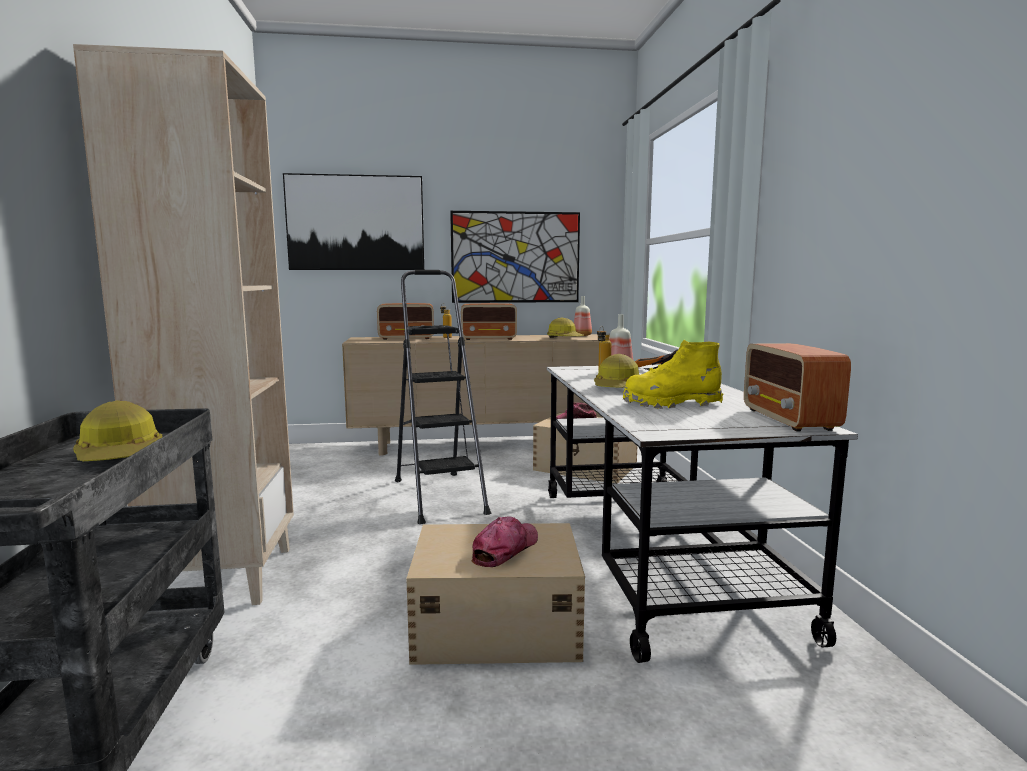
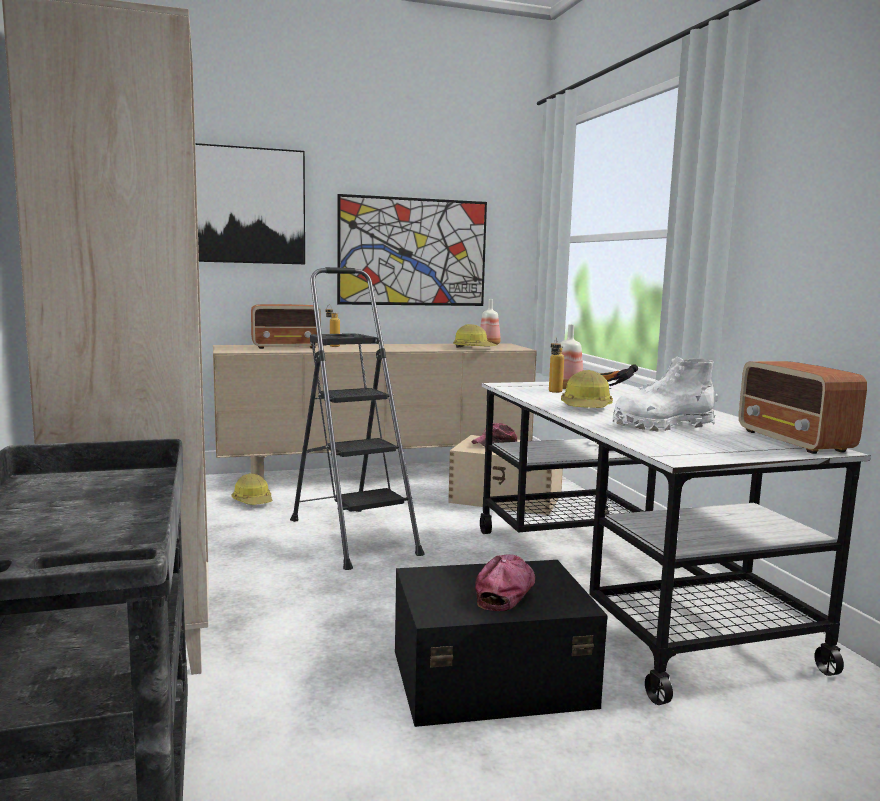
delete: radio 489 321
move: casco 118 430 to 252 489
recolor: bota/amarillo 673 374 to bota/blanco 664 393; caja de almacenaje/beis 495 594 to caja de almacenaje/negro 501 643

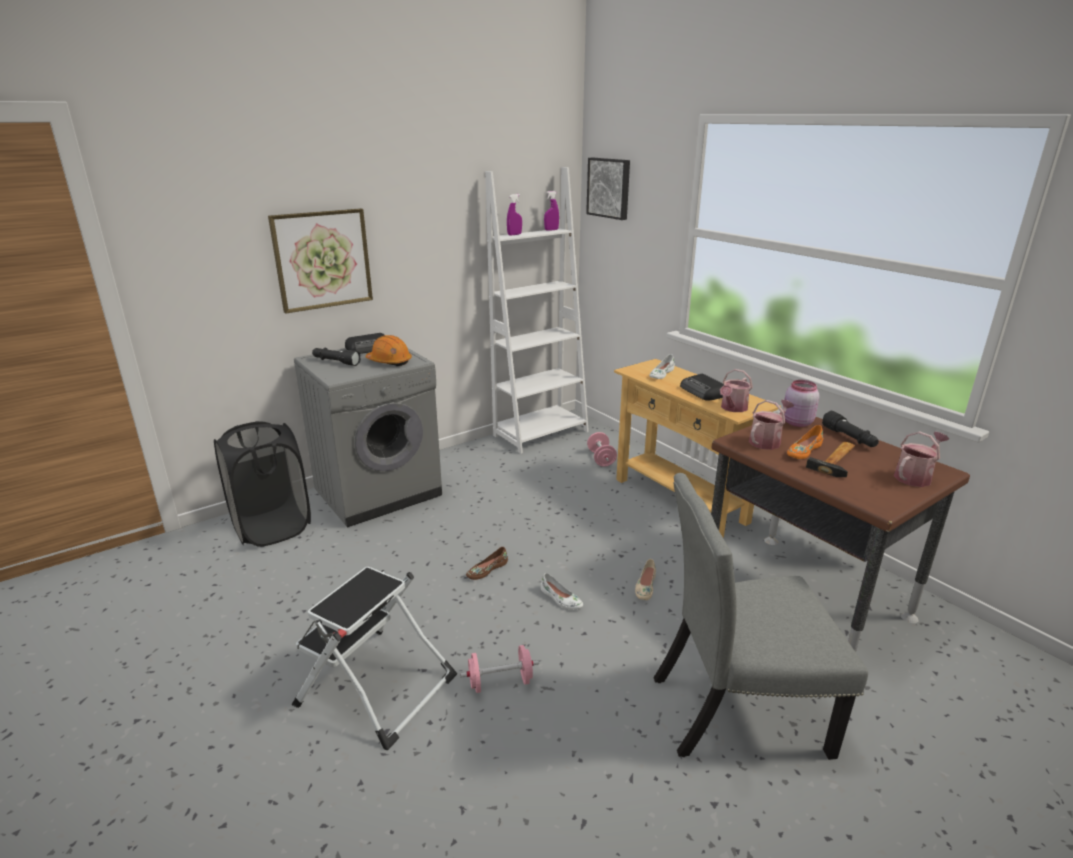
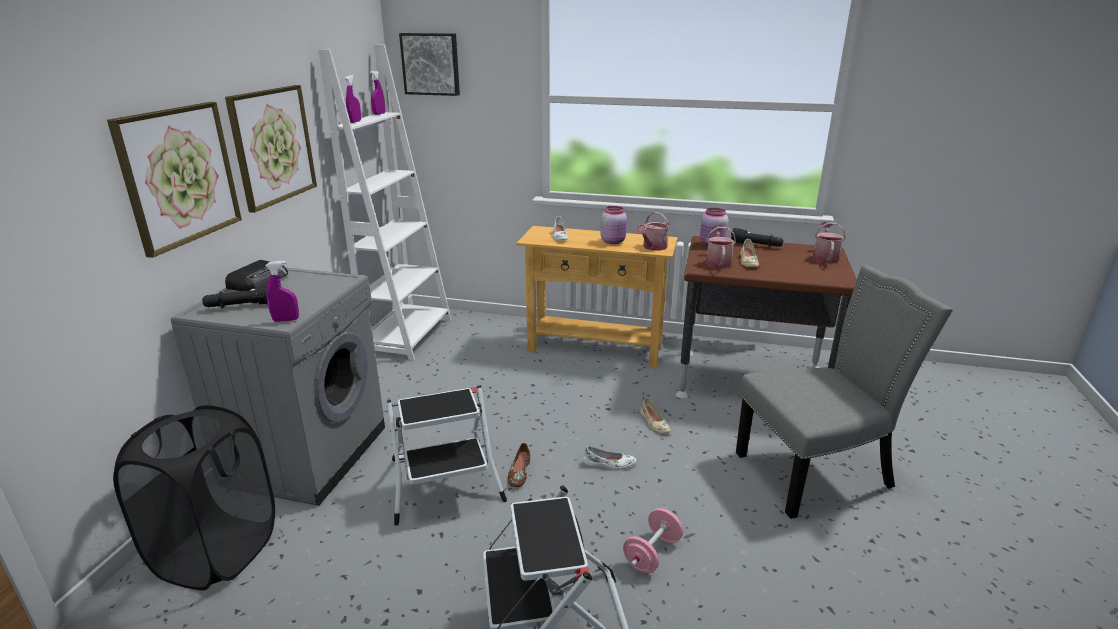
delete: casco/naranja 389 350; mancuerna/rosa 602 449; martillo 830 459
insert: cuadro 271 149; pulverizador/morado 282 291; escalera de tijera 447 455
replace: radio 702 387 to tarro/rosa 614 225
recolor: zapato/naranja 805 442 to zapato/beis 749 253
rotate: regadera 736 390 = 653 231 45 degrees clockwise; silla/gris 761 616 = 844 392 150 degrees counterclockwise

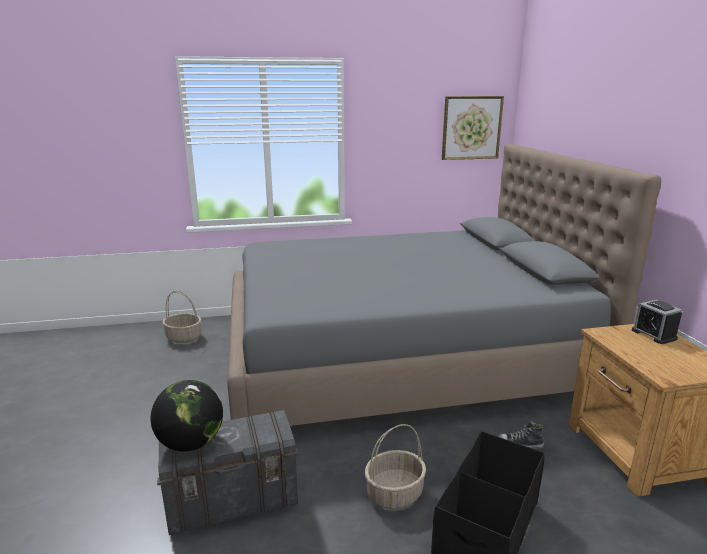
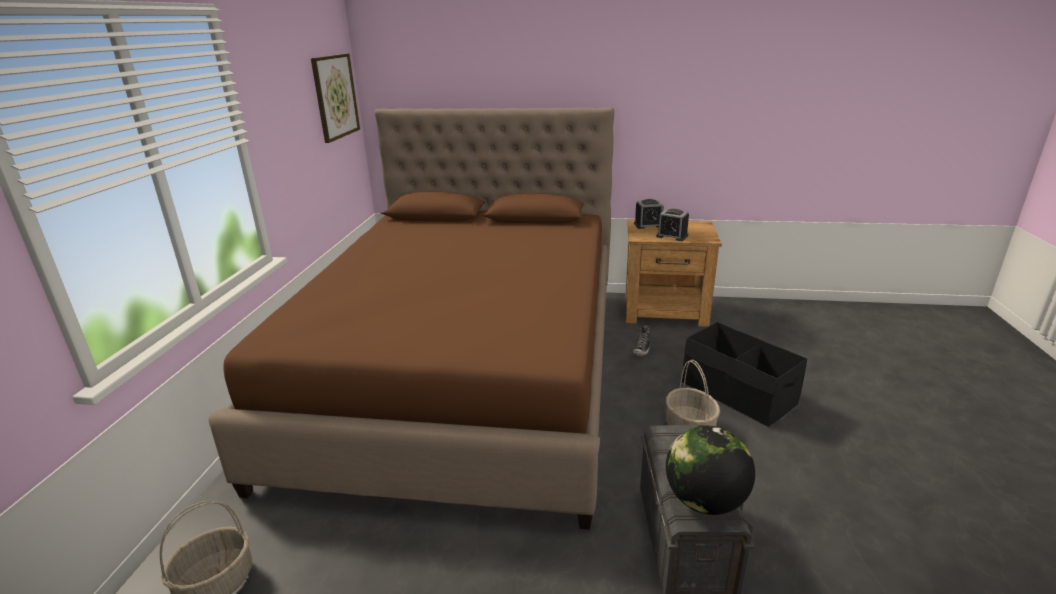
insert: despertador 672 225
recolor: cama/gris 444 284 to cama/marrón 411 318

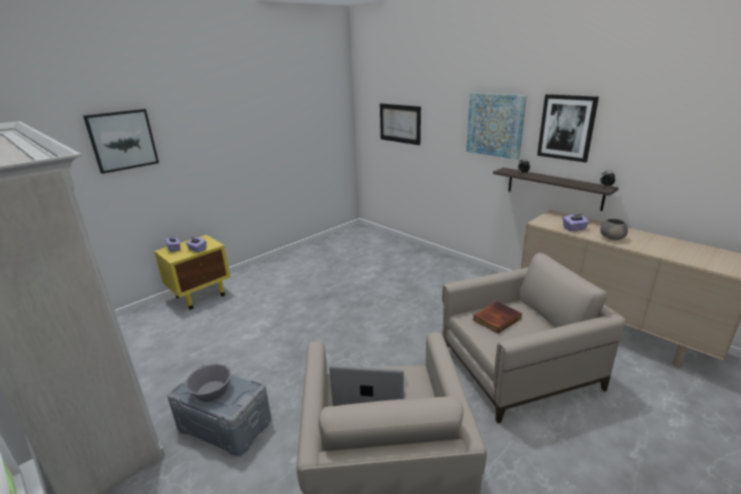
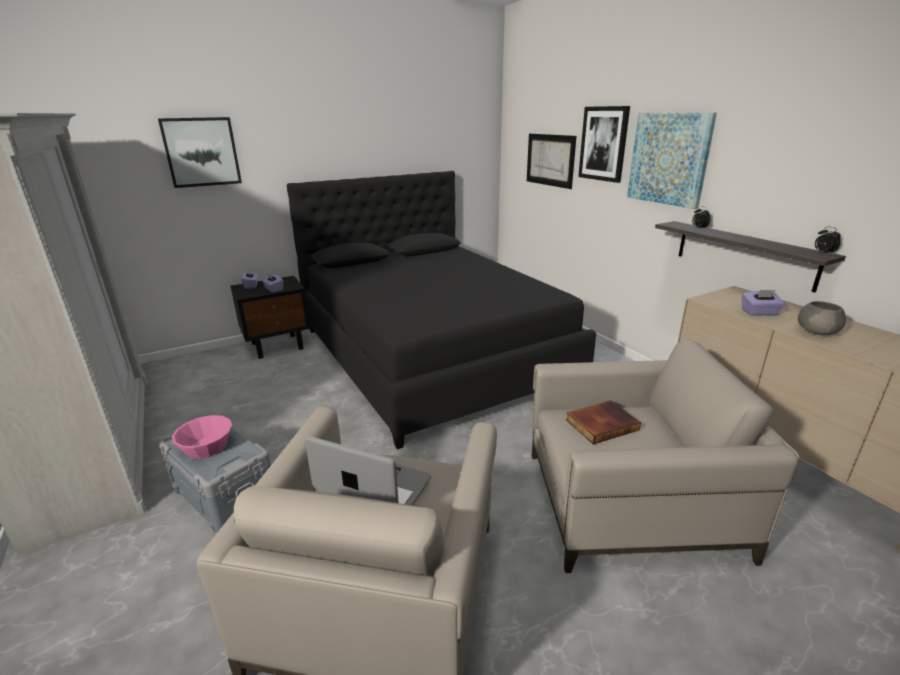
insert: cama/negro 441 310
move: cuadro 568 128 to 604 144
recolor: mesita de noche/amarillo 192 272 to mesita de noche/negro 270 317; cuenco/gris 208 383 to cuenco/rosa 202 437

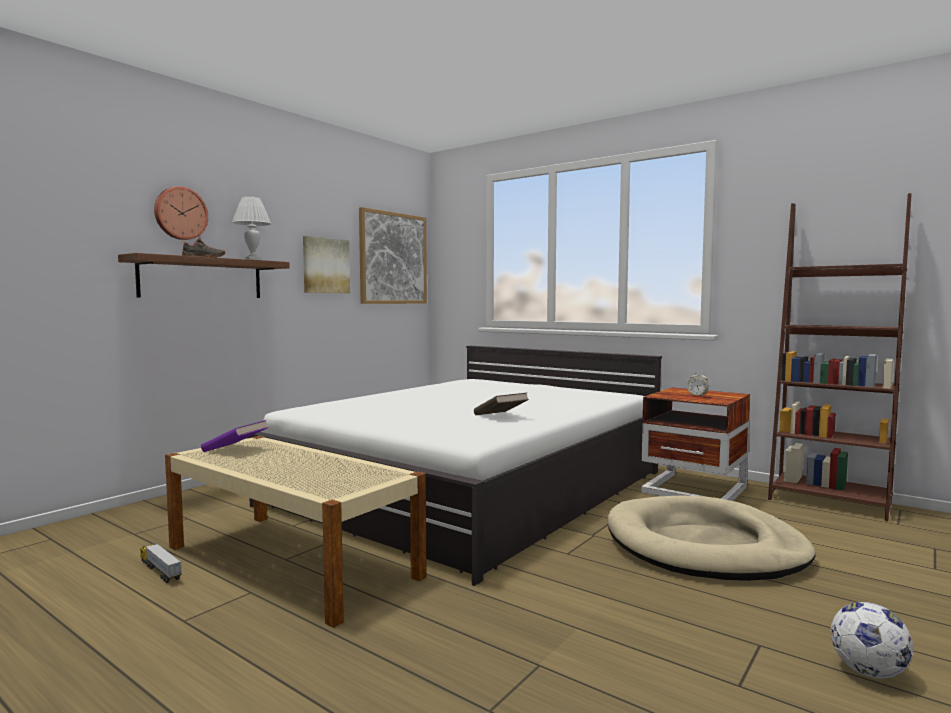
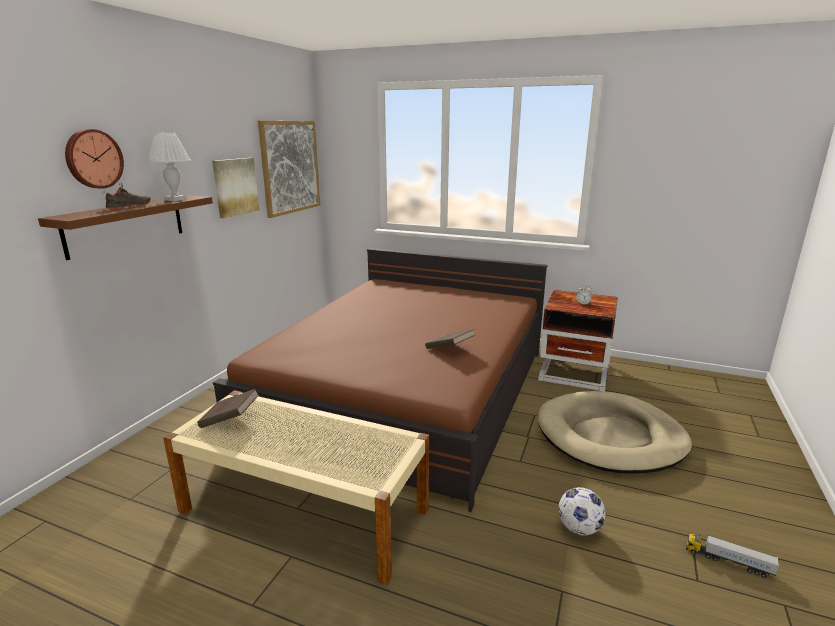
delete: estantería/marrón 840 357
move: camión de juguete 161 563 to 732 556; balón de fútbol 872 640 to 582 511
recolor: cama/blanco 454 466 to cama/marrón 380 380; libro/morado 235 436 to libro/marrón 228 408

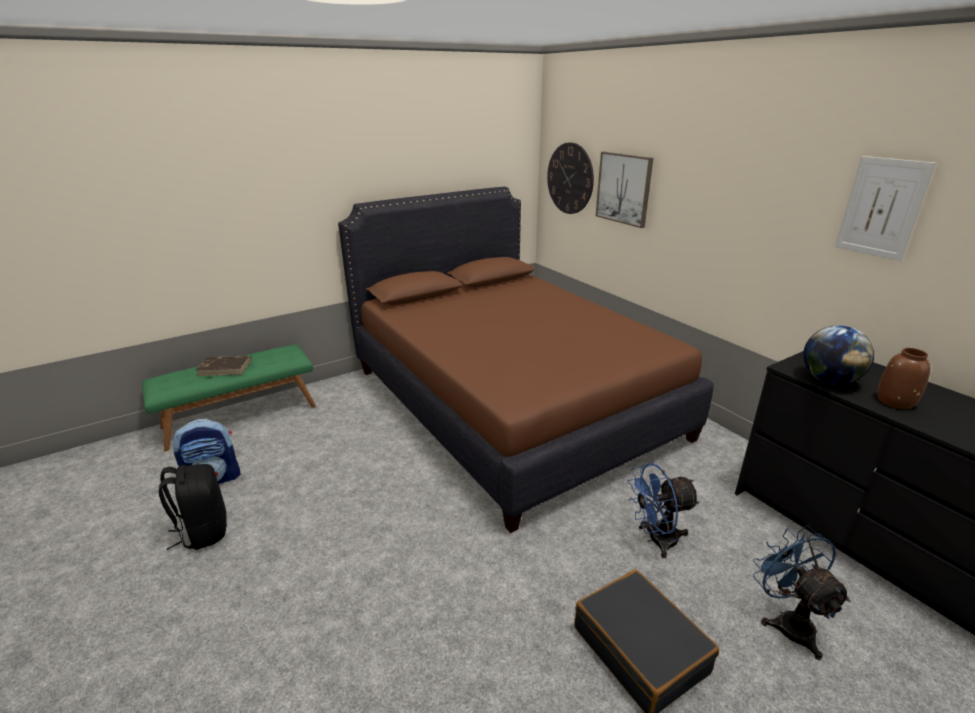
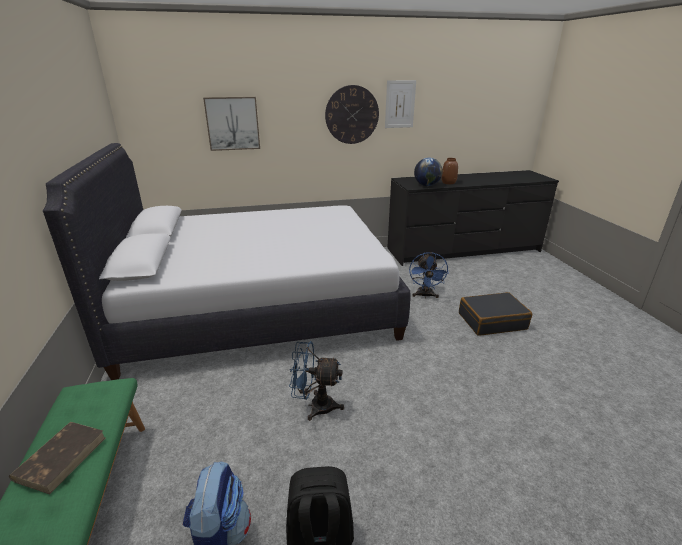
move: reloj de pared 570 178 to 352 114; ventilador/azul 802 592 to 316 381
recolor: cama/marrón 526 360 to cama/blanco 227 261

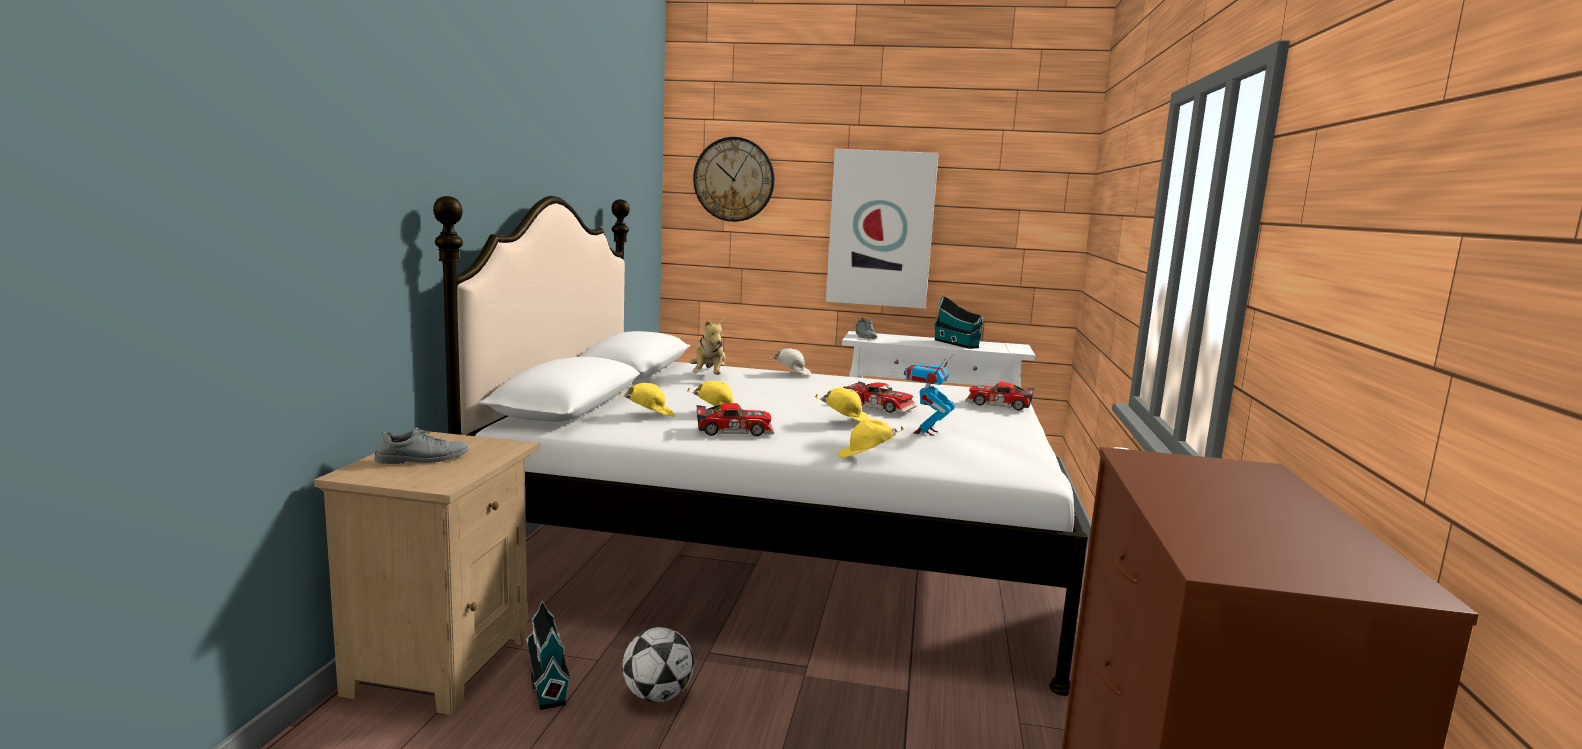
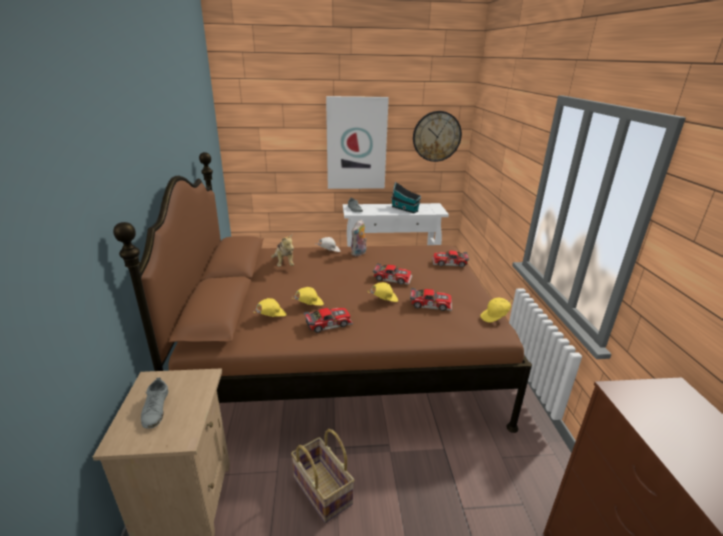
delete: casita 548 655
insert: peluche 359 238
move: reloj de pared 734 179 to 437 136; gorra/amarillo 871 438 to 496 310
replace: robot de juguete 929 395 to coche de juguete 431 299; balón de fútbol 658 664 to cesta 322 476
recolor: cama/blanco 760 446 to cama/marrón 322 292
rotate: zapato/gris 421 445 = 154 403 120 degrees clockwise

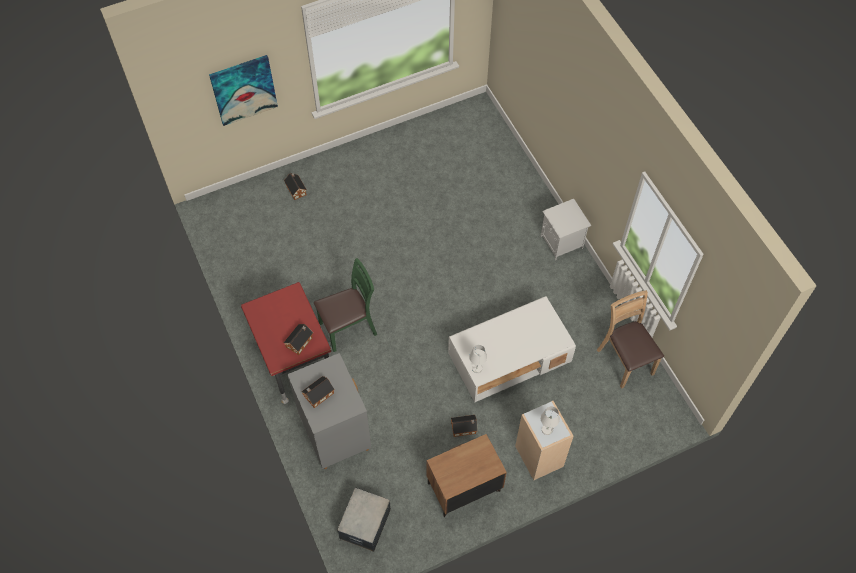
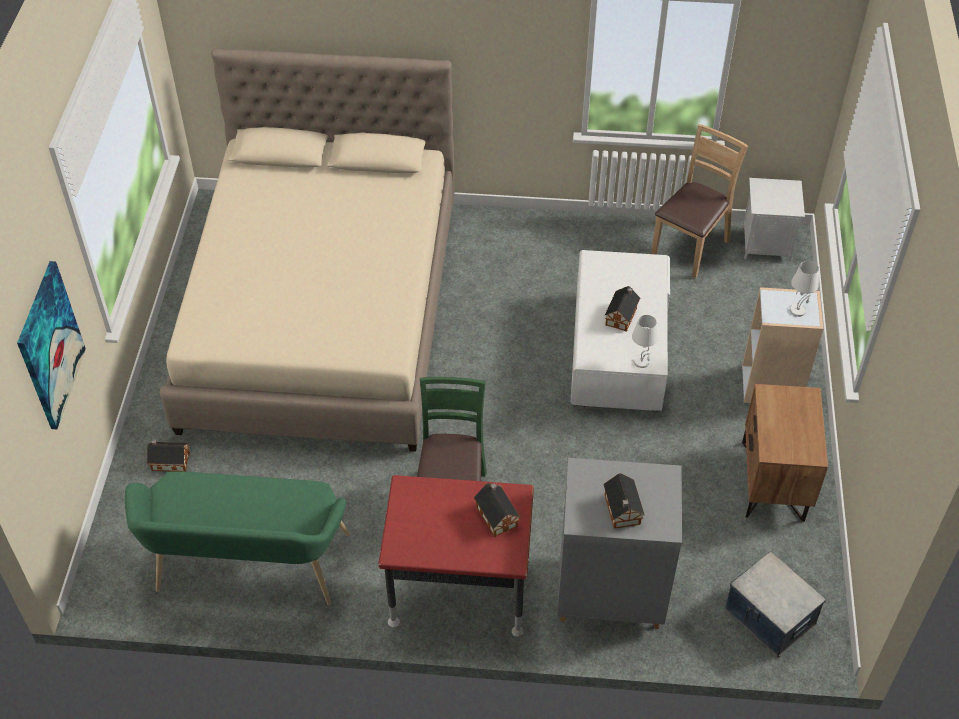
insert: cama/beis 307 250; banco/verde 237 538
move: mesita de noche/gris 566 229 to 774 220; casita 464 426 to 622 309
rotate: silla/marrón 630 339 = 699 201 120 degrees clockwise

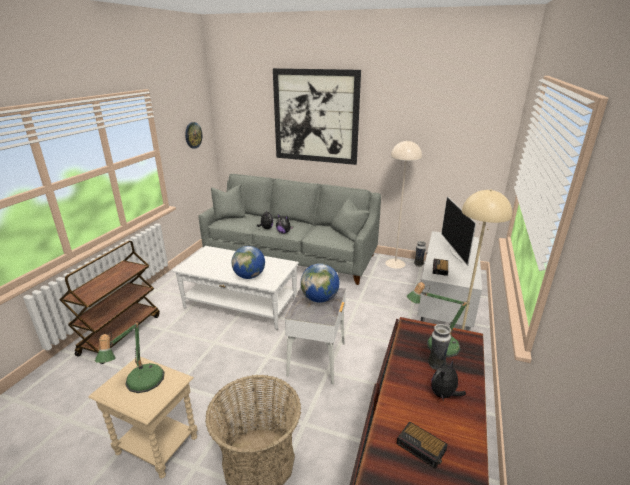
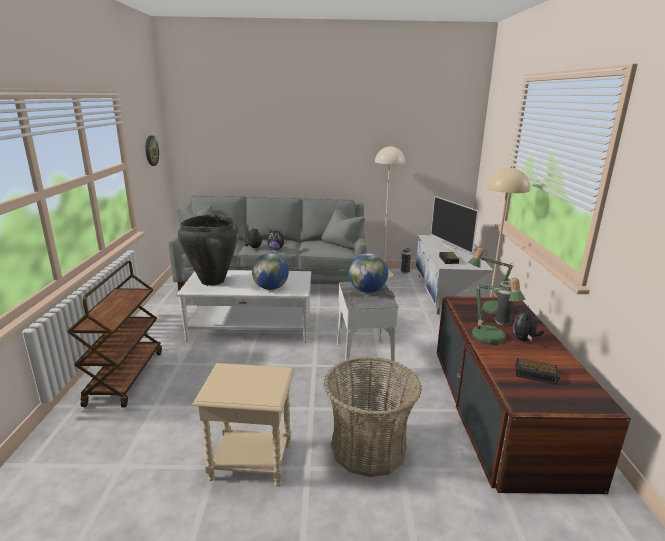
delete: cuadro 317 116
insert: florero/negro 208 250
move: lámpara de mesa 130 357 to 498 311

